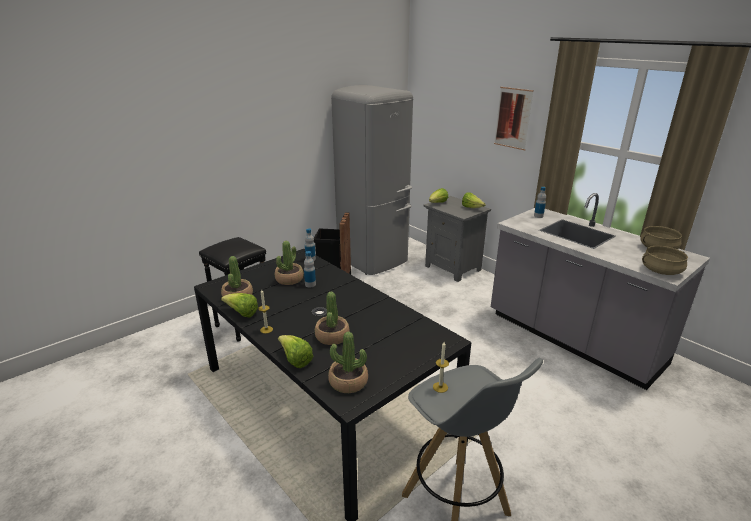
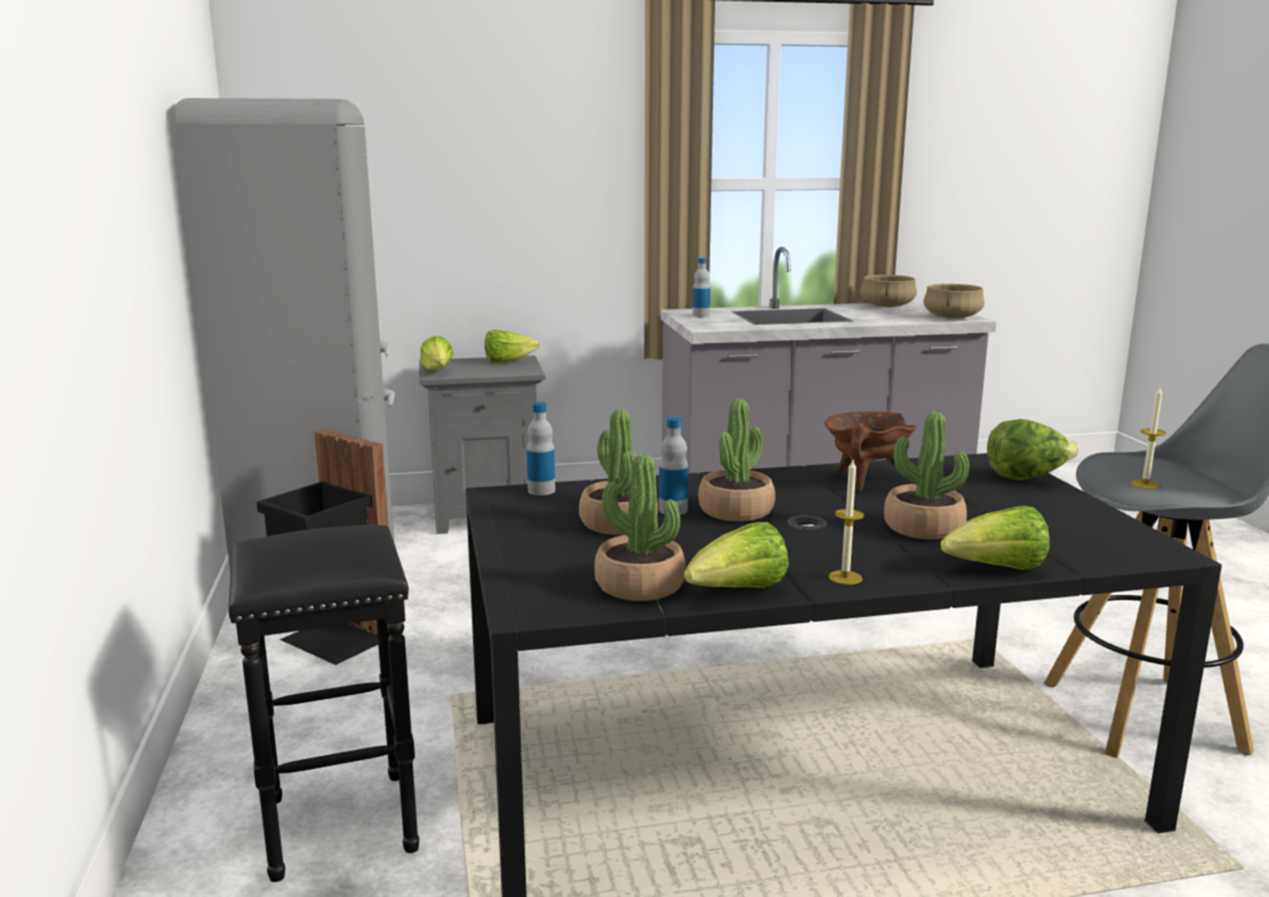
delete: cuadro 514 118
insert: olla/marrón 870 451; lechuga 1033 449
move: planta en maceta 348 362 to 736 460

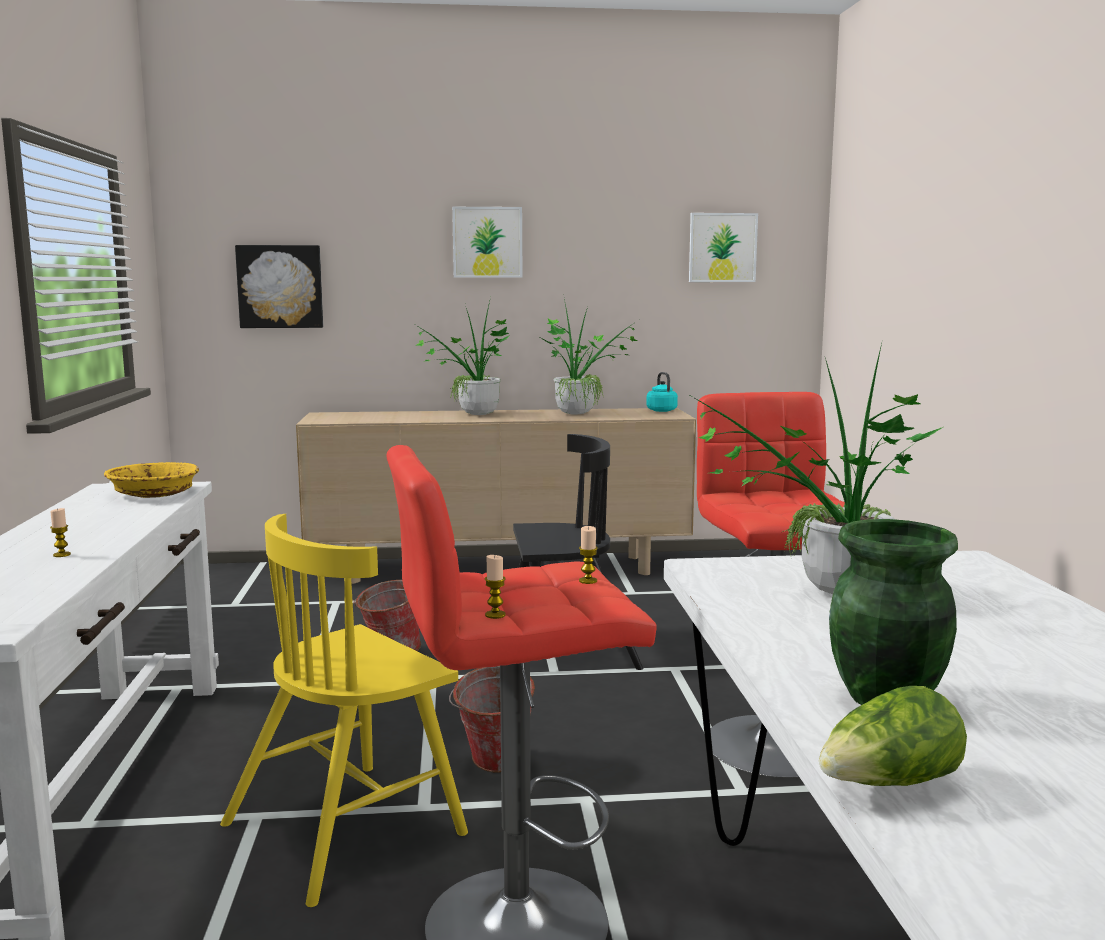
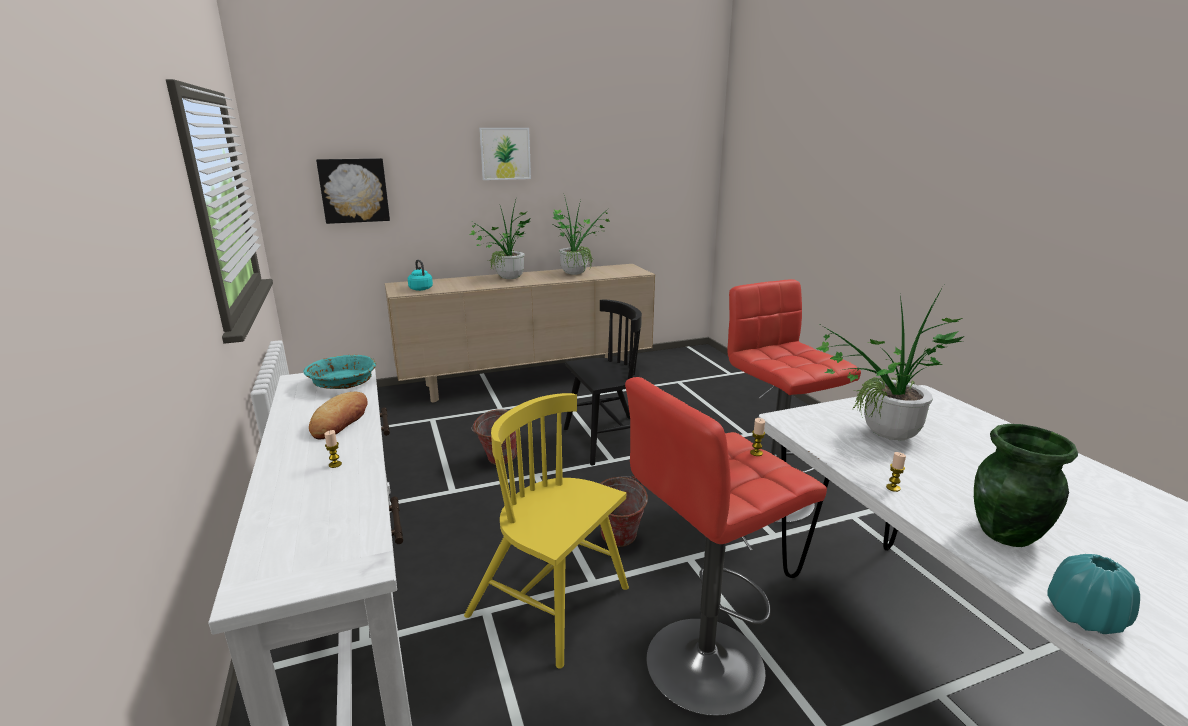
delete: cuadro 723 247
insert: pan 338 415
move: hervidor/turquesa 662 392 to 420 275; vela 495 587 to 896 472
replace: lechuga 893 736 to florero/turquesa 1093 594
recolor: cuenco/amarillo 151 480 to cuenco/turquesa 339 372
rotate: silla/amarillo 344 710 = 546 530 90 degrees clockwise

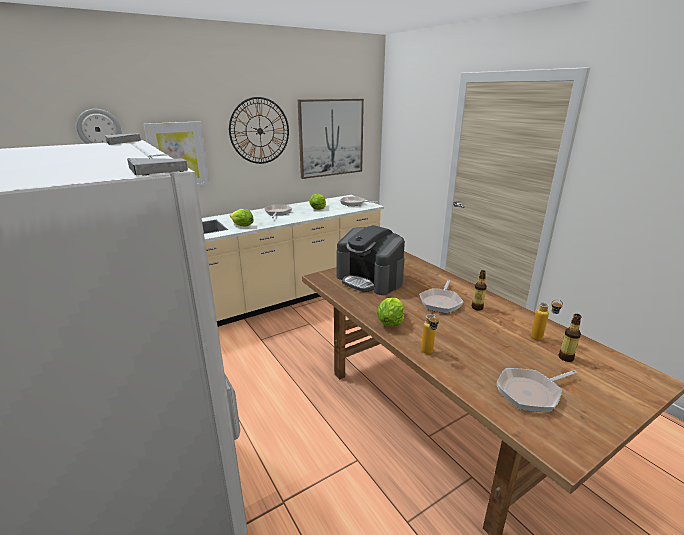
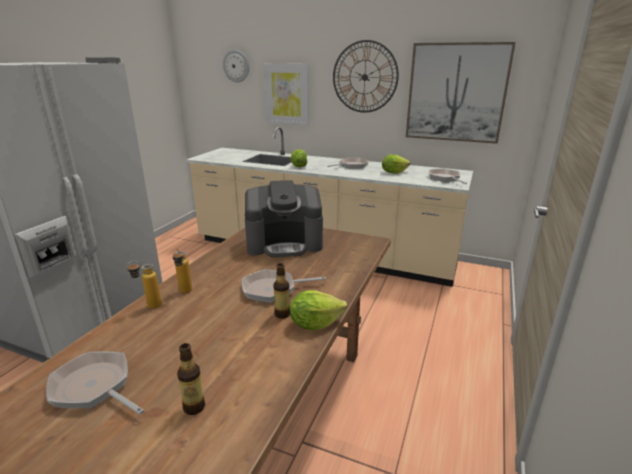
move: lechuga 390 312 to 318 310; botella 547 319 to 182 271
rotate: cafetera 370 260 = 284 218 105 degrees counterclockwise

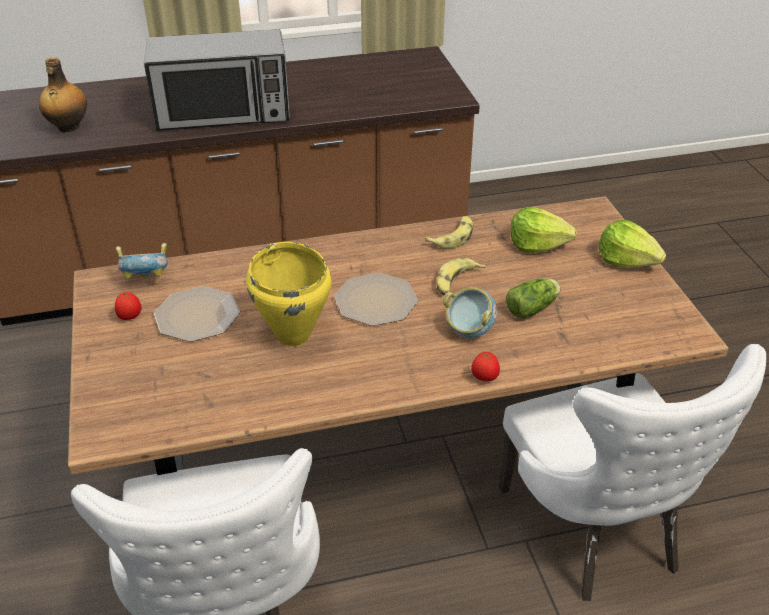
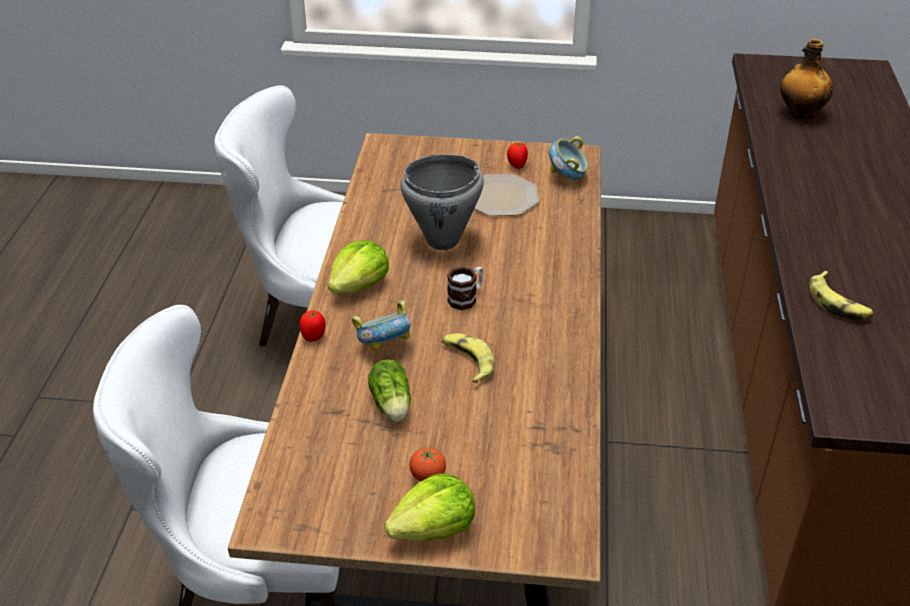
delete: microondas 217 80
insert: tomate 427 464
move: lechuga 543 230 to 358 267; plátano 449 232 to 841 295
replace: plato 376 299 to taza grande 465 288
recolor: olla/amarillo 289 294 to olla/gris 442 202

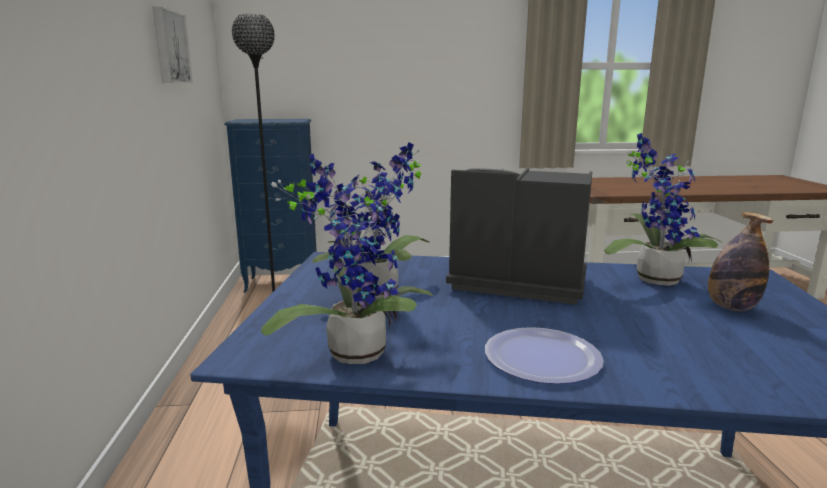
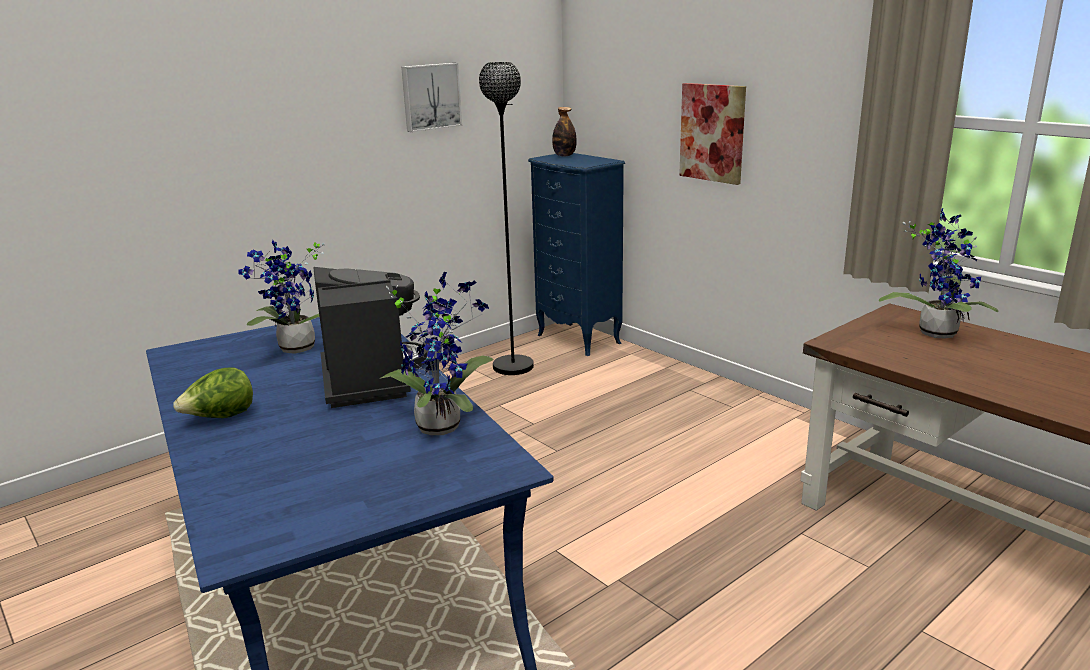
insert: cuadro 712 134
move: planta en maceta 347 258 to 939 273; botella 741 261 to 564 132
replace: plato 544 355 to lechuga 213 393

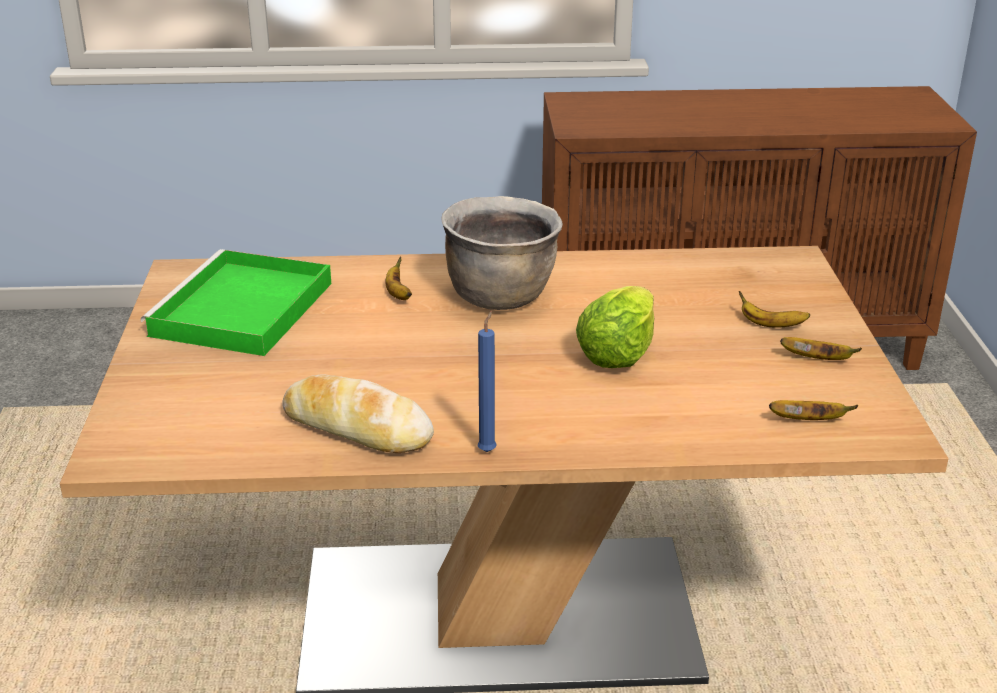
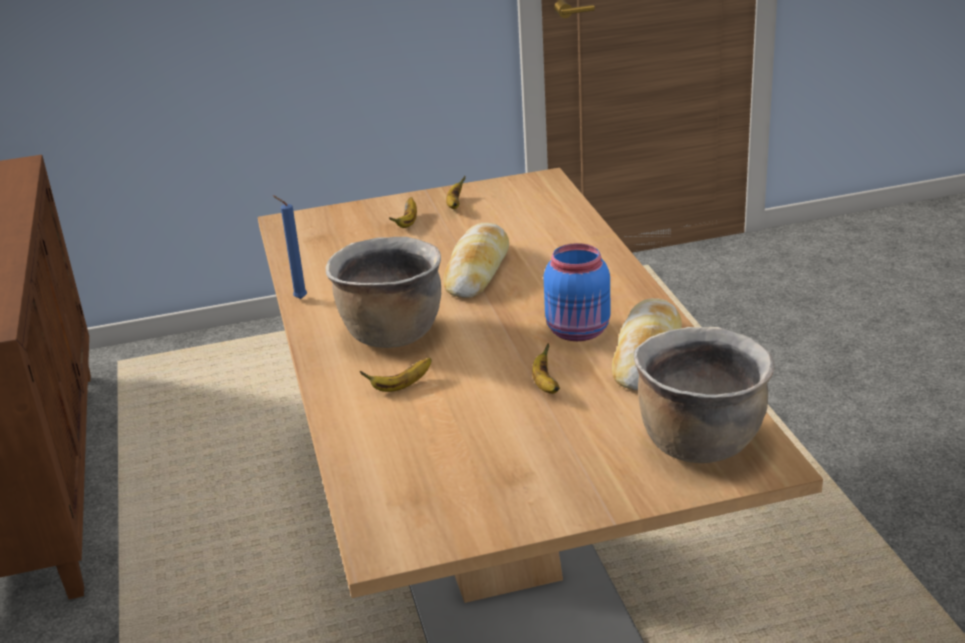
delete: bandeja/verde 236 302
insert: tarro/azul 577 292; olla/marrón 704 395
move: vela/azul 487 381 to 290 247; plátano 813 410 to 546 368
replace: lechuga 615 327 to pan 476 260

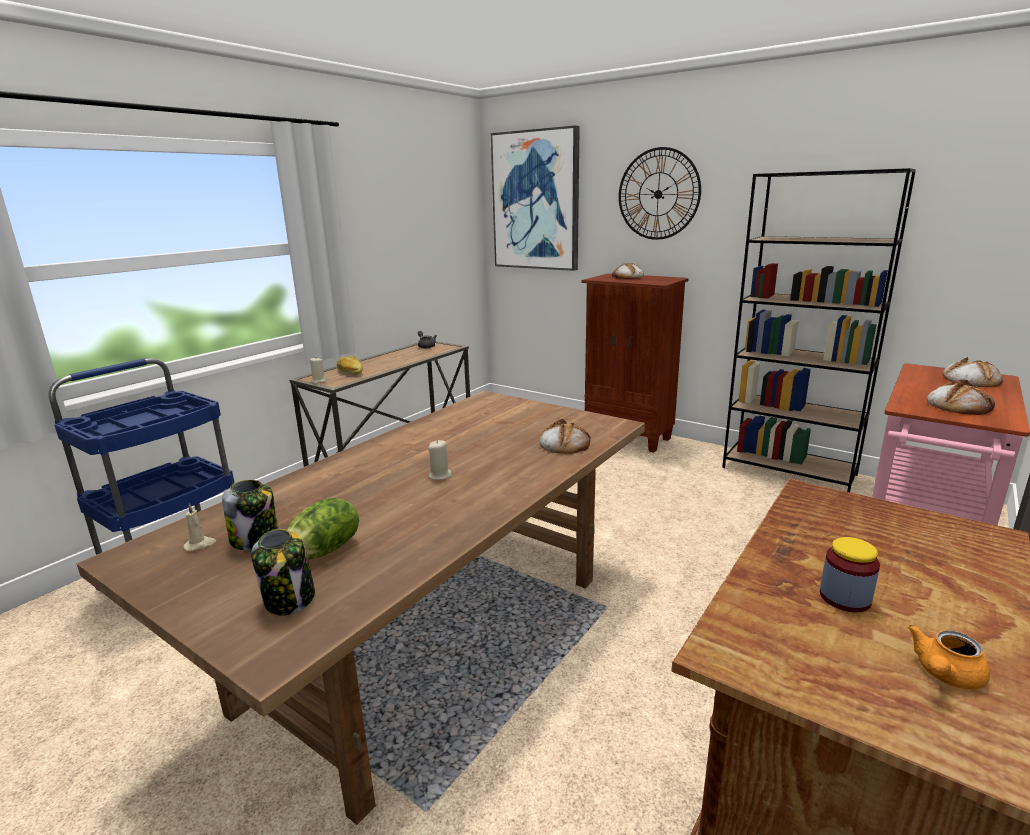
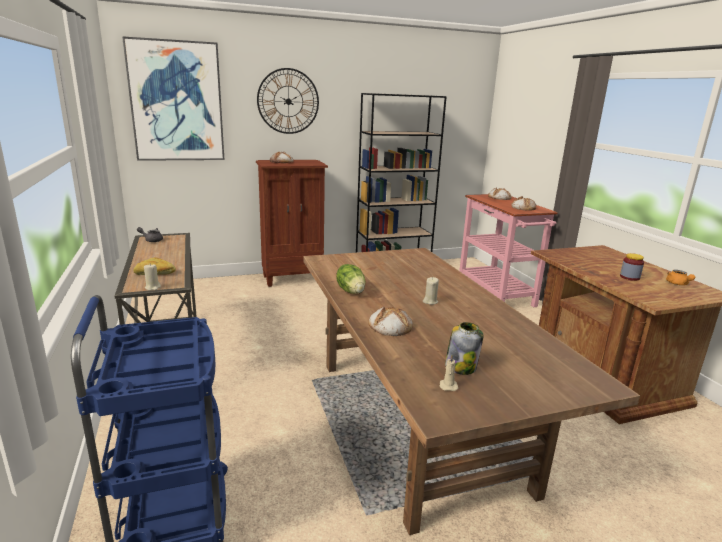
delete: tarro 283 572
move: pan 565 436 to 390 321; lechuga 322 529 to 350 279

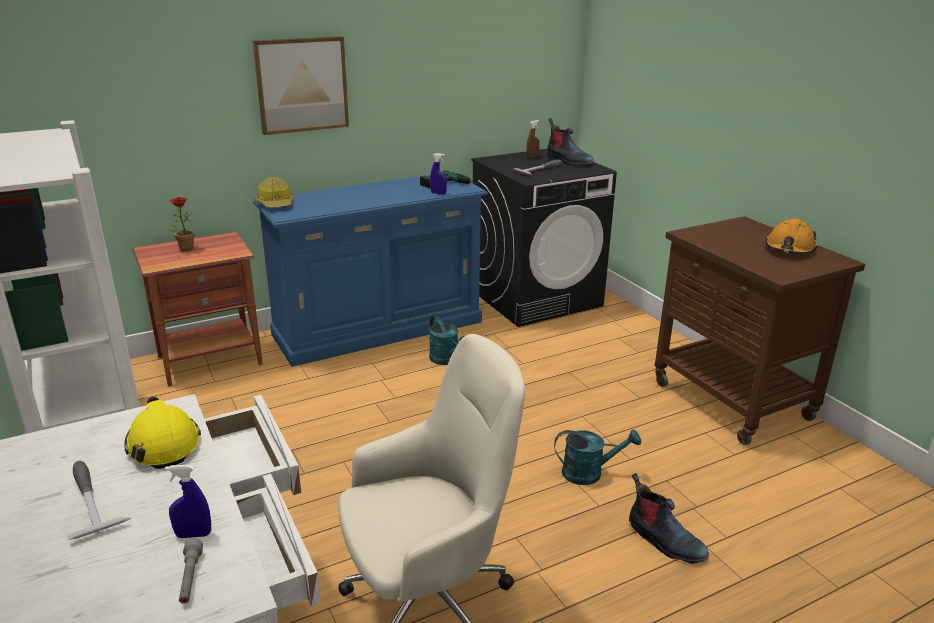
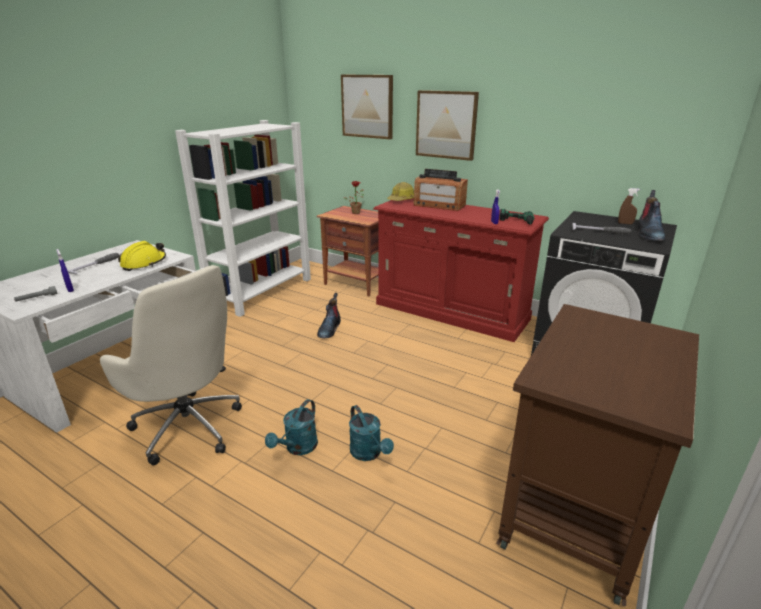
delete: casco/naranja 791 236
insert: cuadro 367 107; radio 440 190
move: regadera/turquesa 447 340 to 291 427; bota 669 518 to 329 316
recolor: armario/azul 370 271 to armario/rojo 461 270

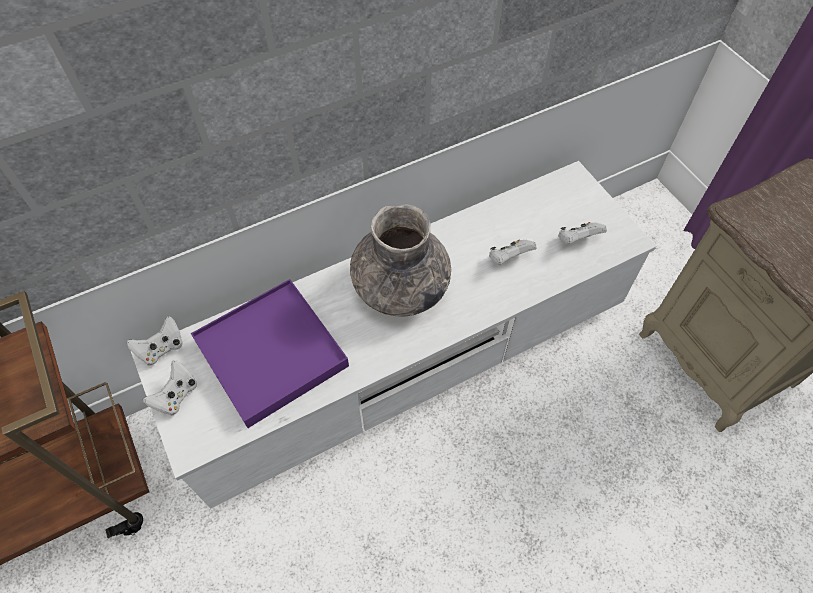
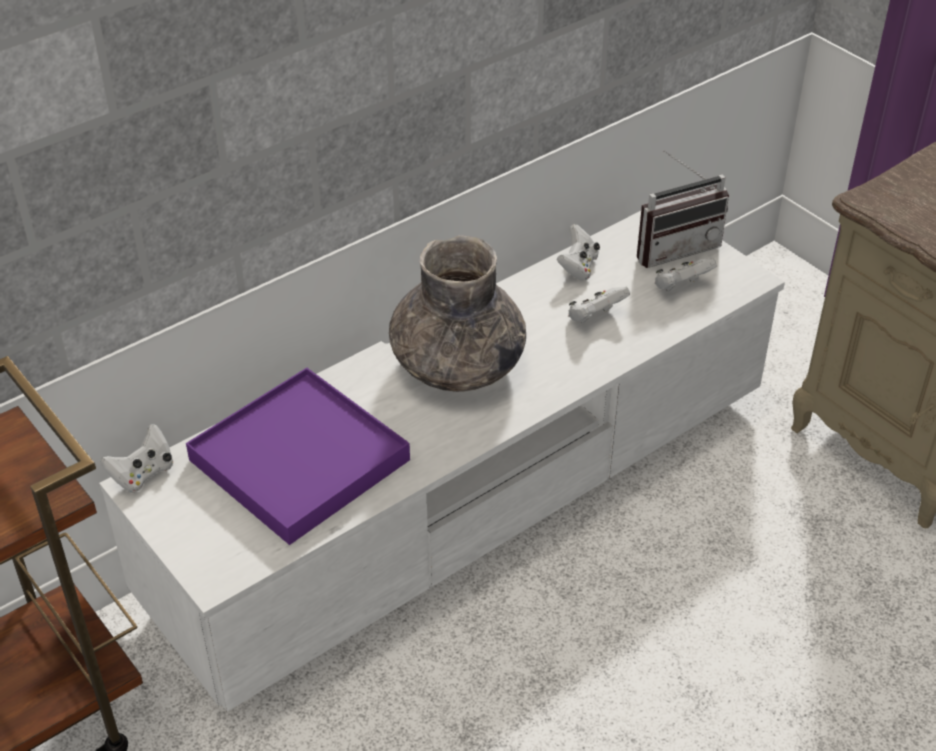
insert: radio 683 209
move: mando de consola/blanco 170 388 to 578 252

